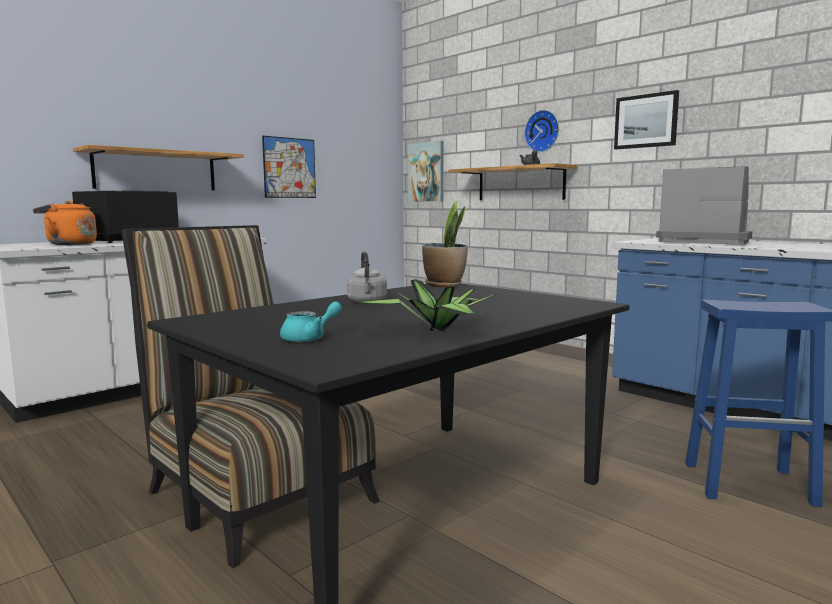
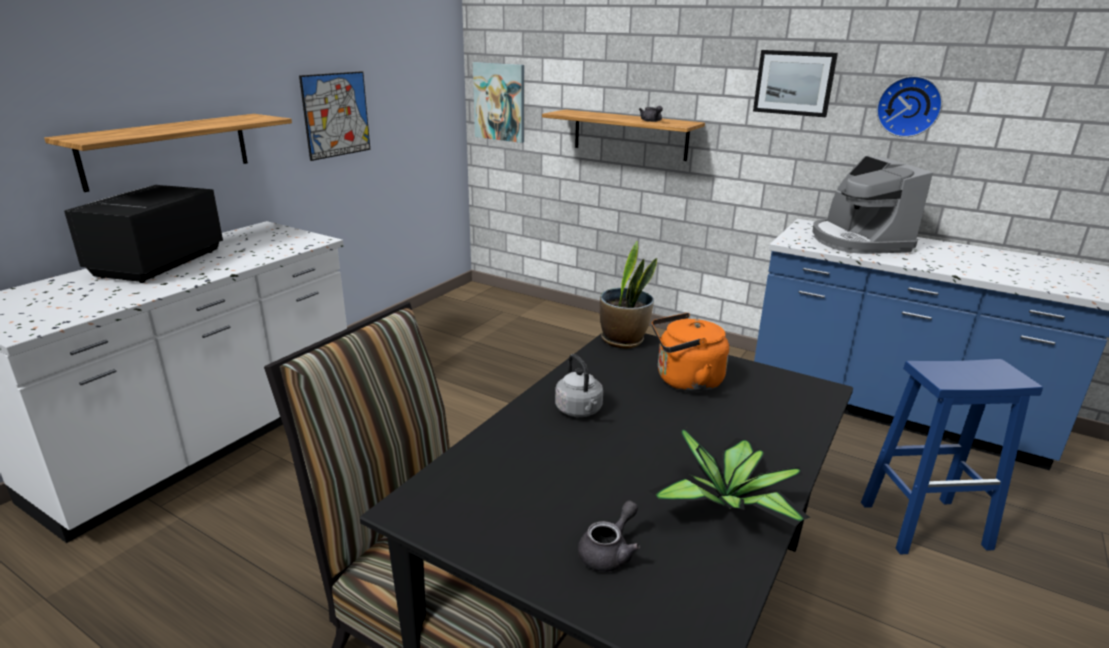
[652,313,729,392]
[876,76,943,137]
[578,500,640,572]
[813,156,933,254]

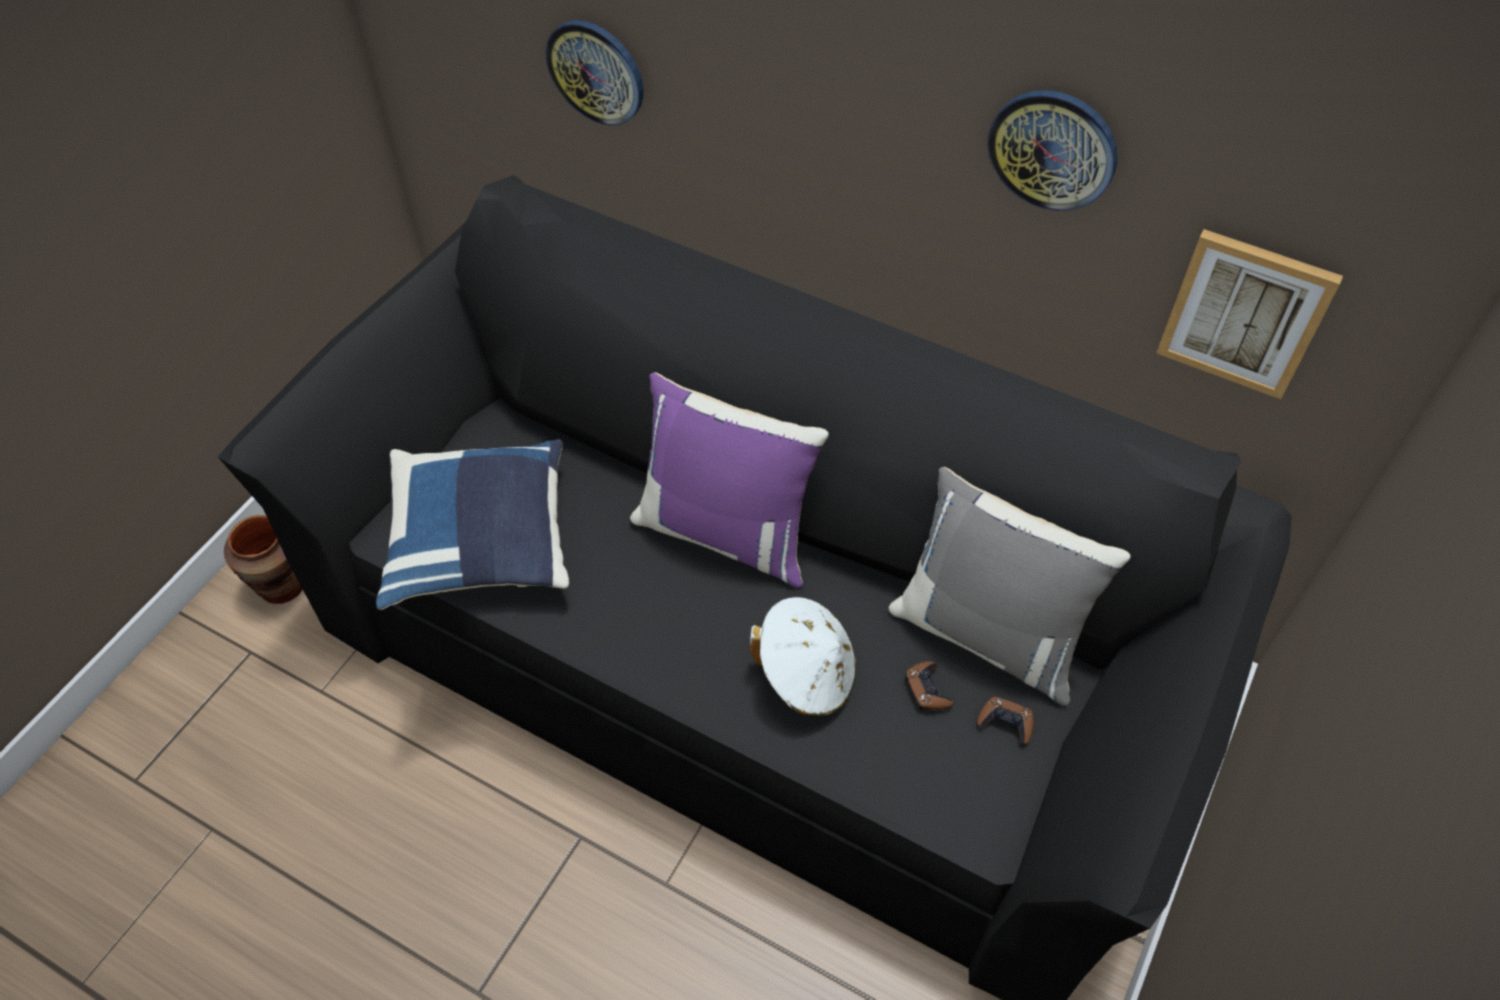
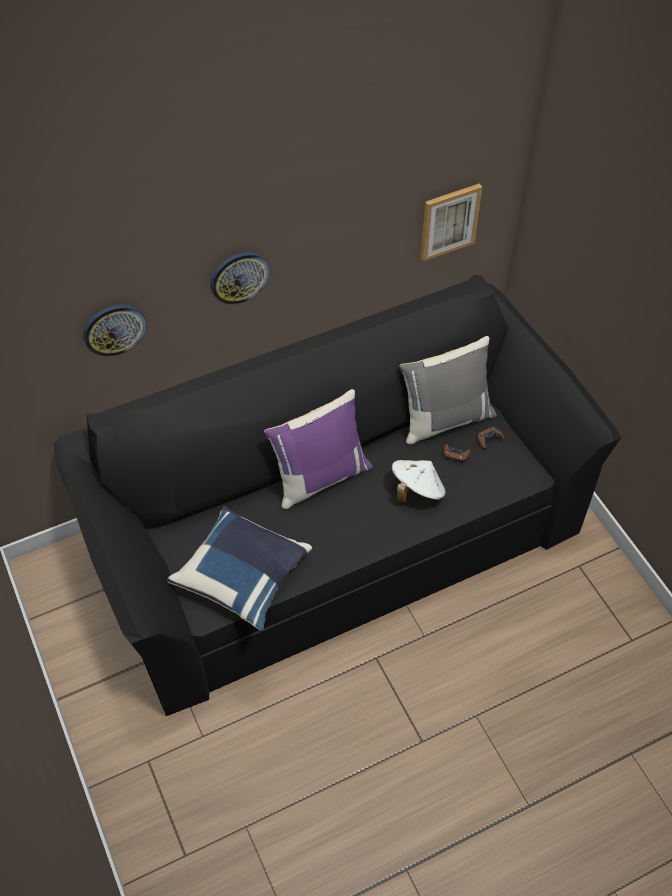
[224,515,303,604] (first image)
[210,252,270,304]

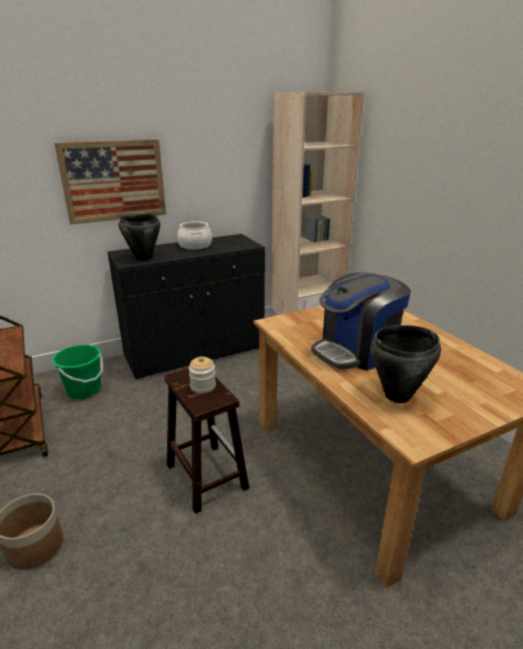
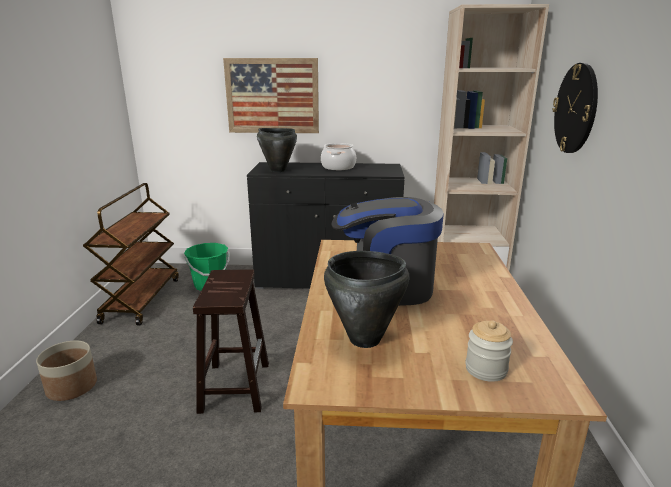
[552,63,598,153]
[465,320,513,382]

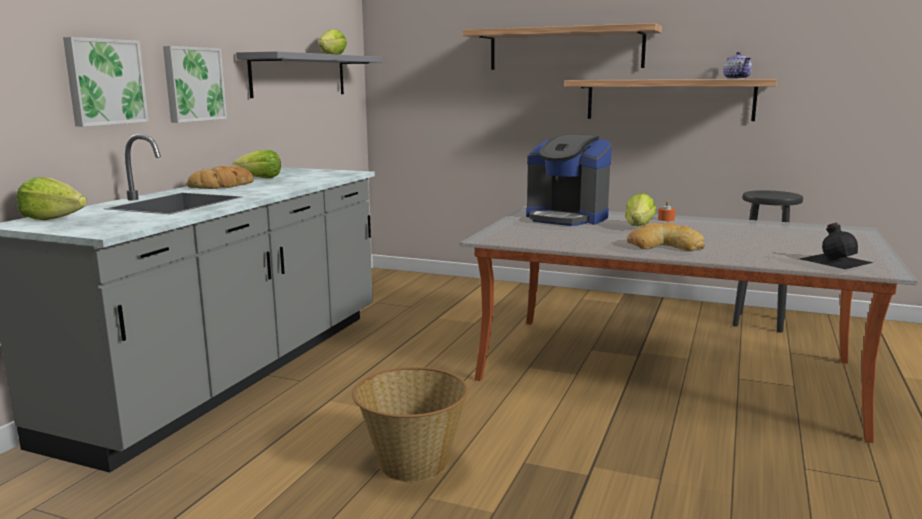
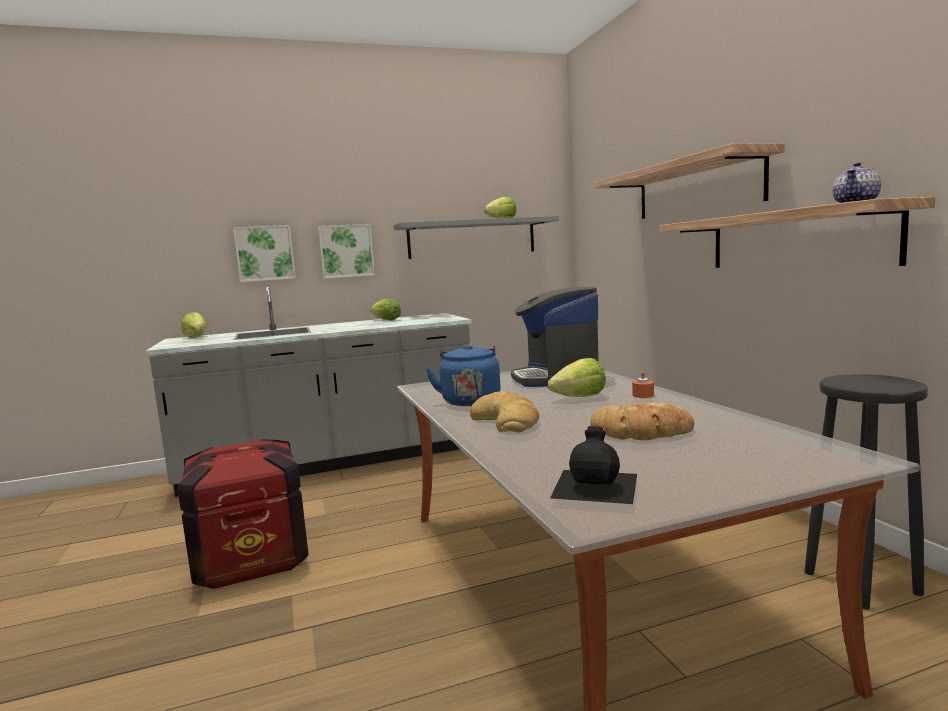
[426,344,501,406]
[591,402,694,440]
[178,439,309,589]

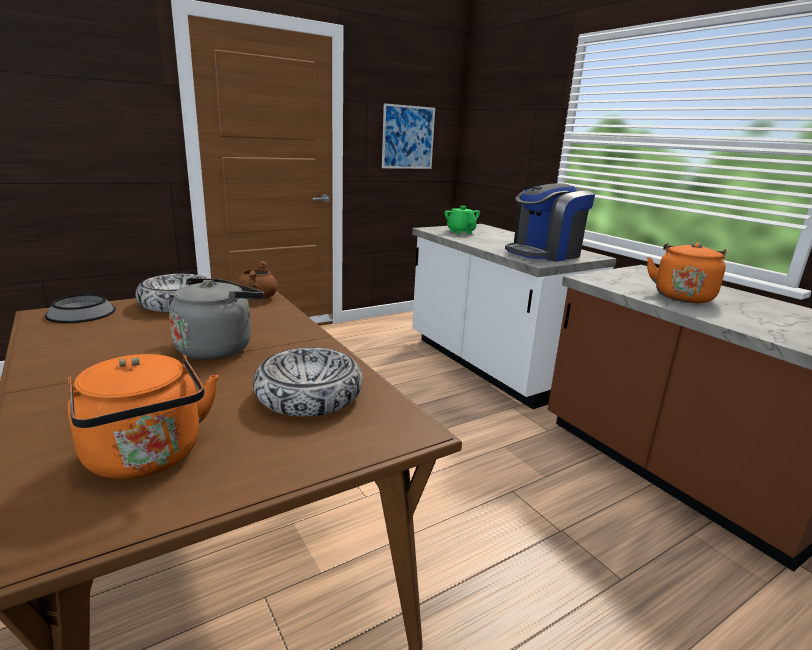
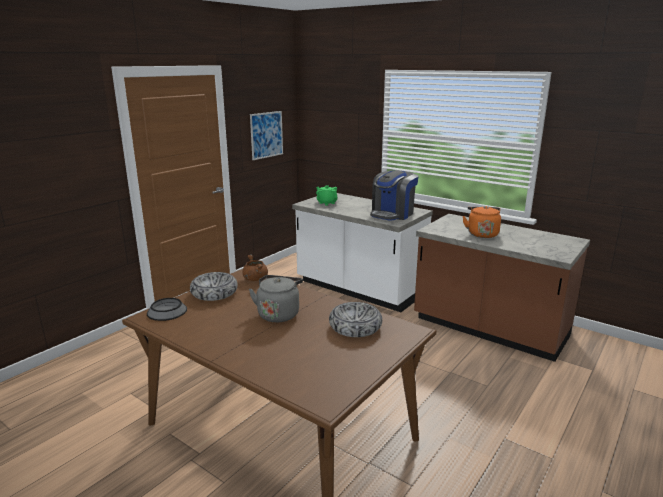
[67,354,218,479] (first image)

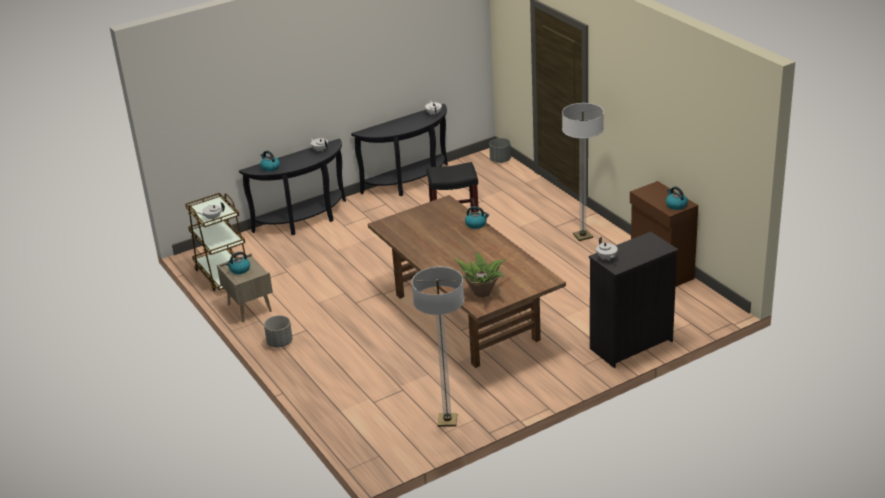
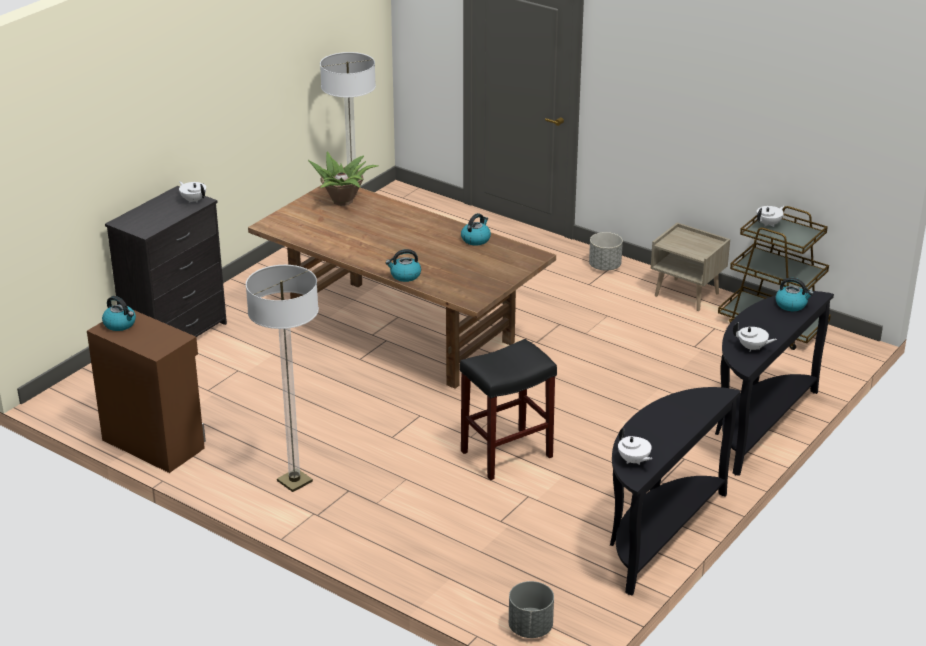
[461,213,491,246]

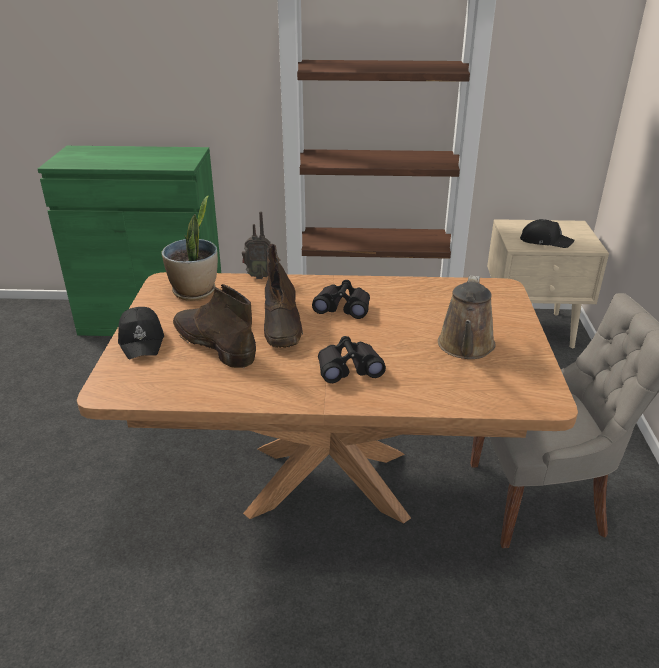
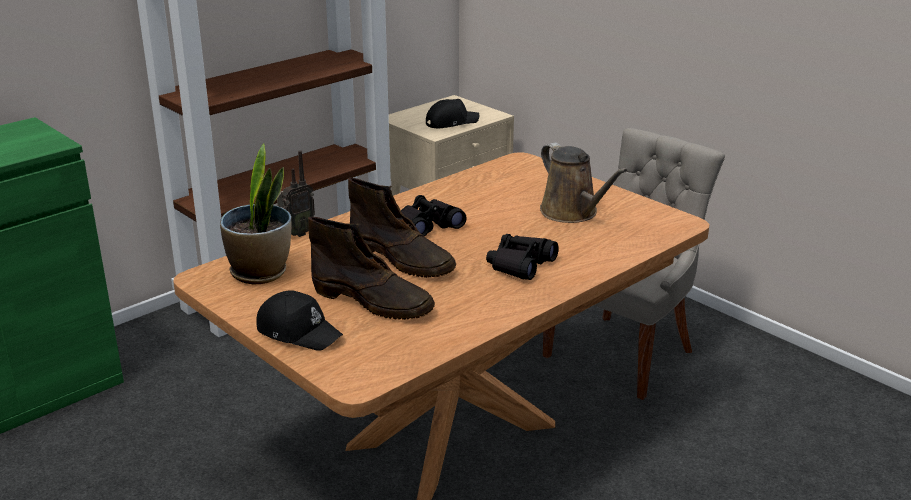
[308,217,435,320]

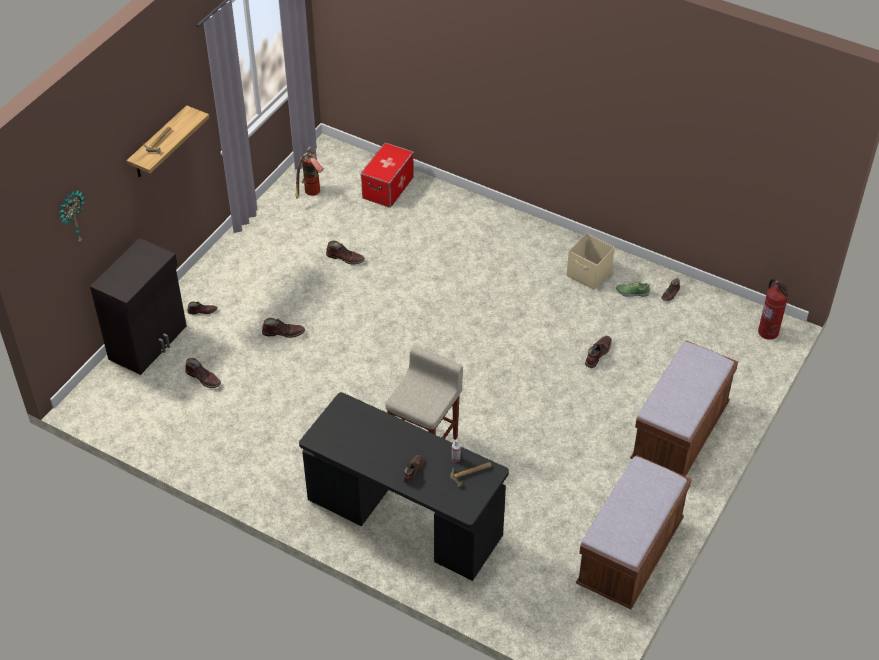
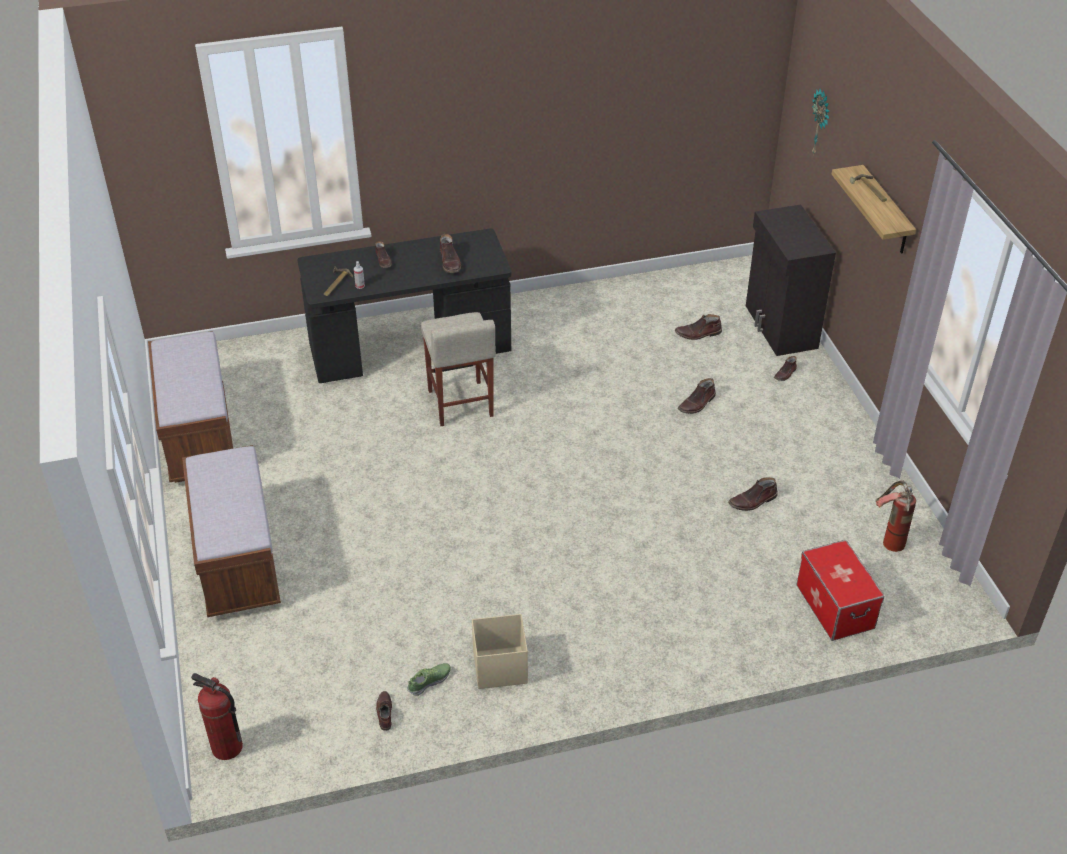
[440,234,461,273]

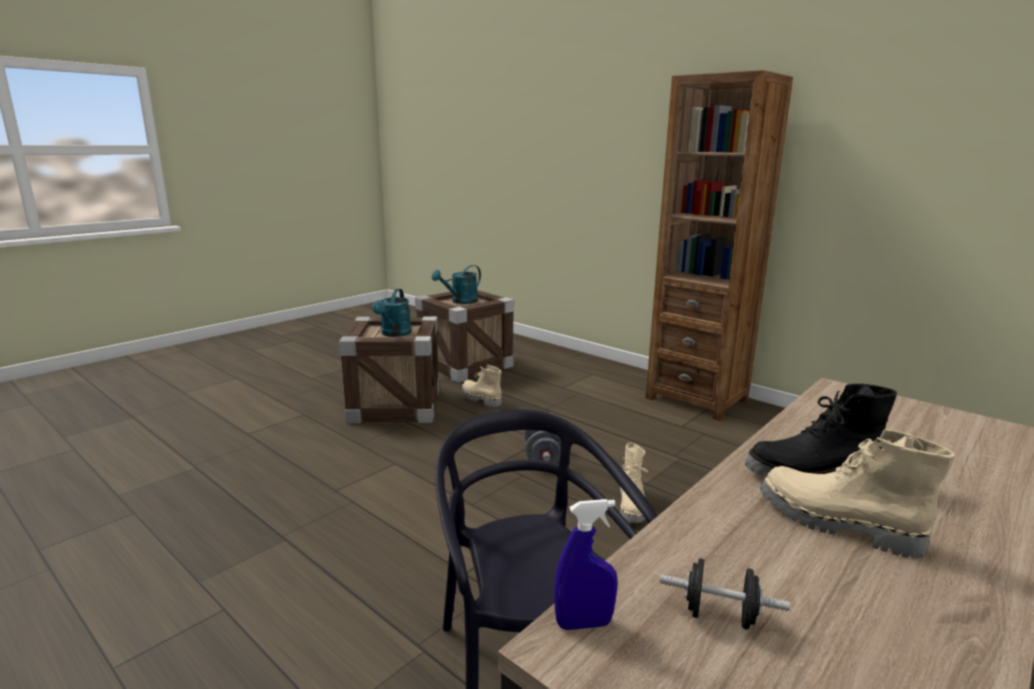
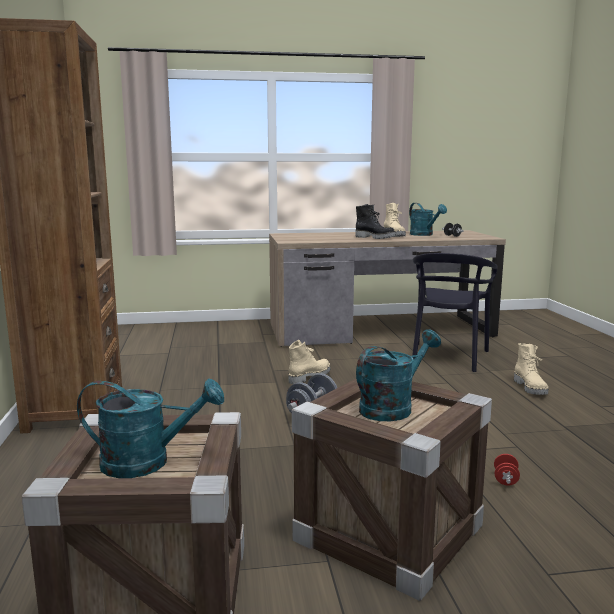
[554,499,617,630] (first image)
[409,203,447,236]
[494,454,520,486]
[514,343,549,395]

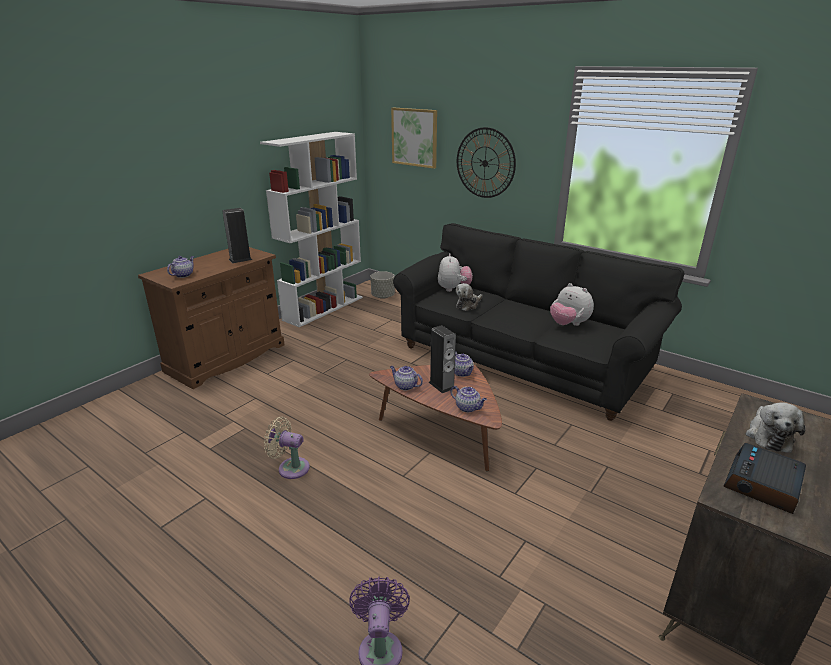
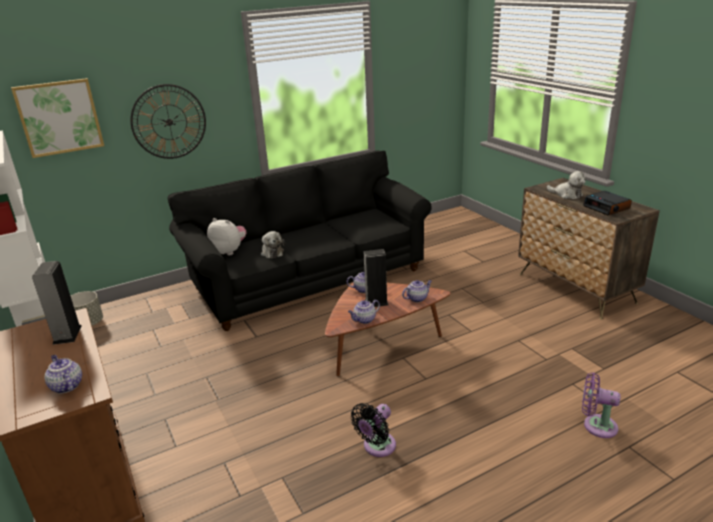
[550,283,594,326] (first image)
[351,403,396,457]

